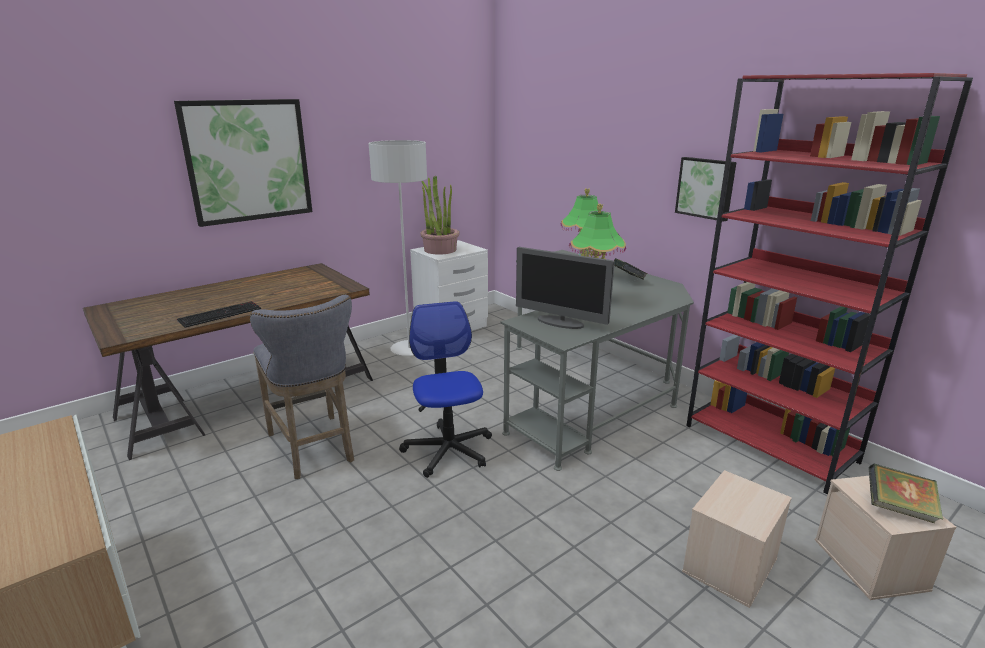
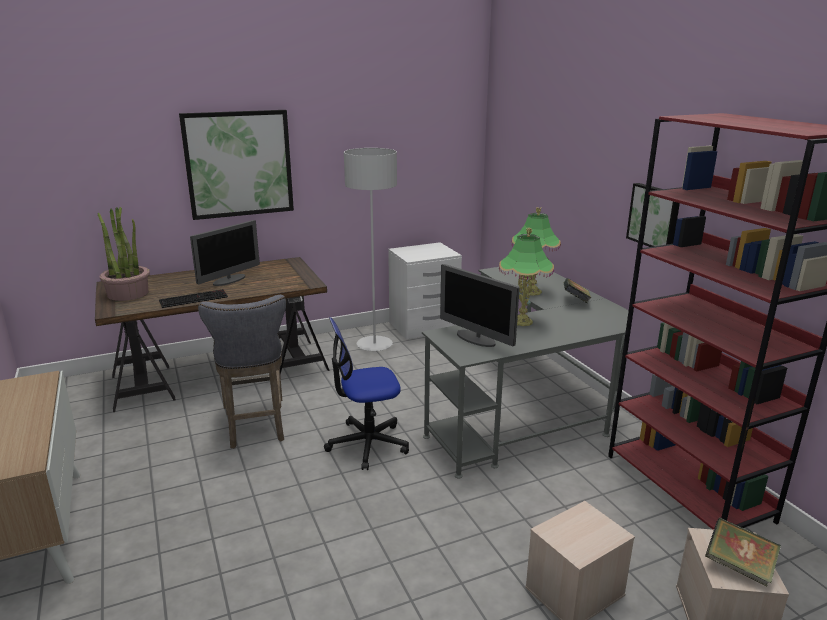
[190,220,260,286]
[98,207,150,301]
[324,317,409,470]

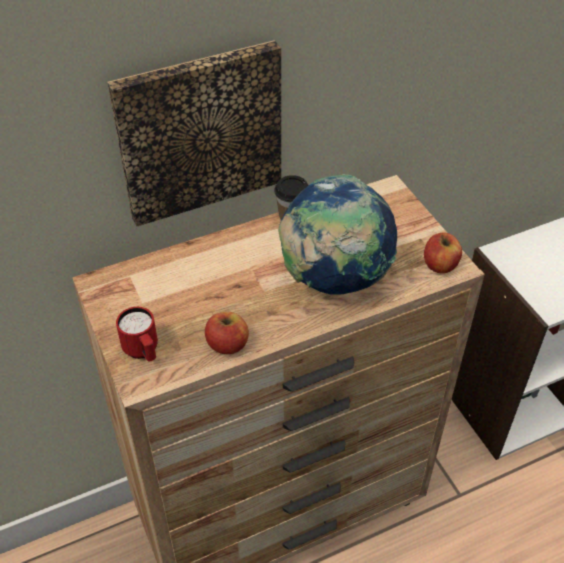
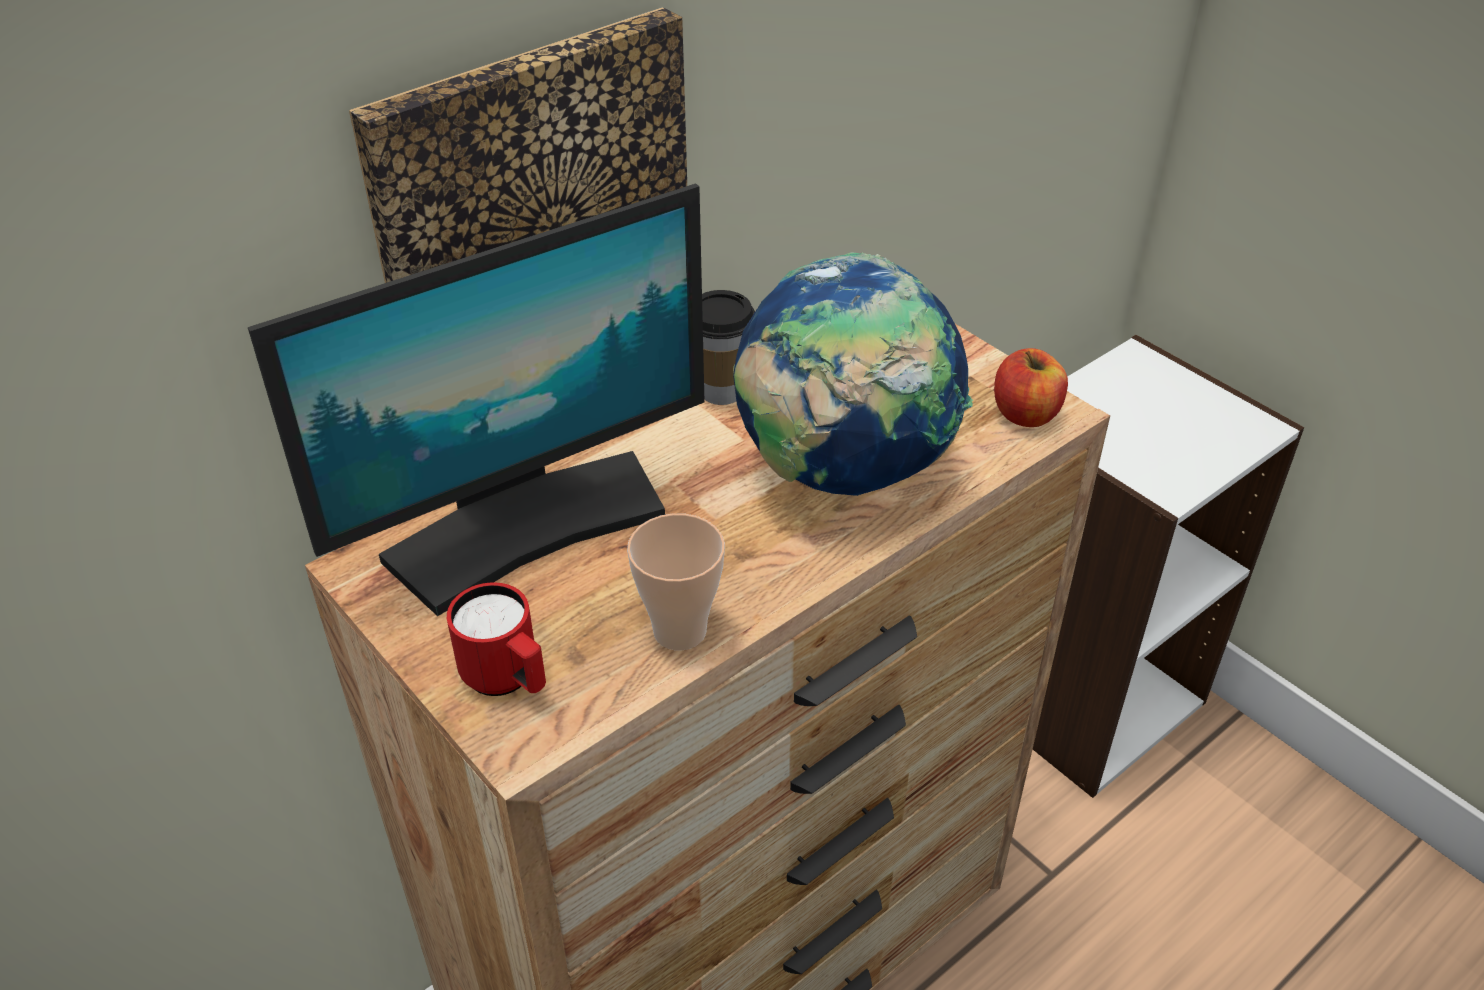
[248,183,705,616]
[627,513,725,651]

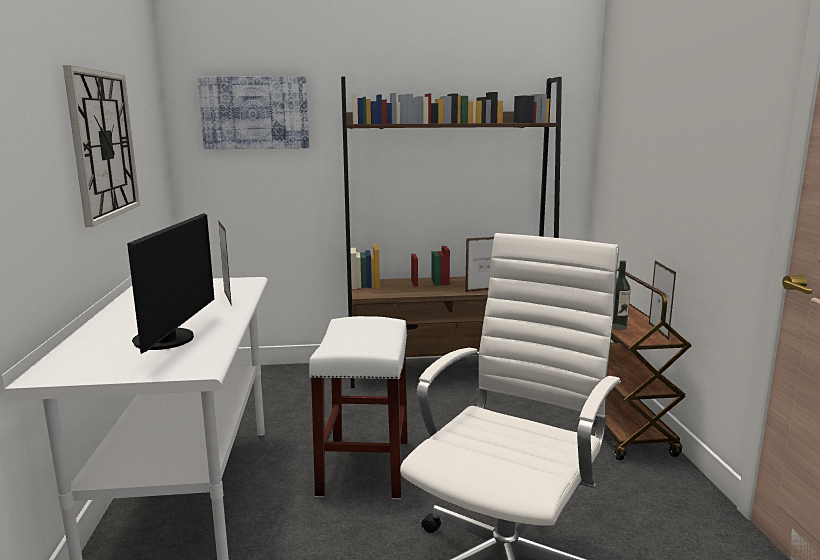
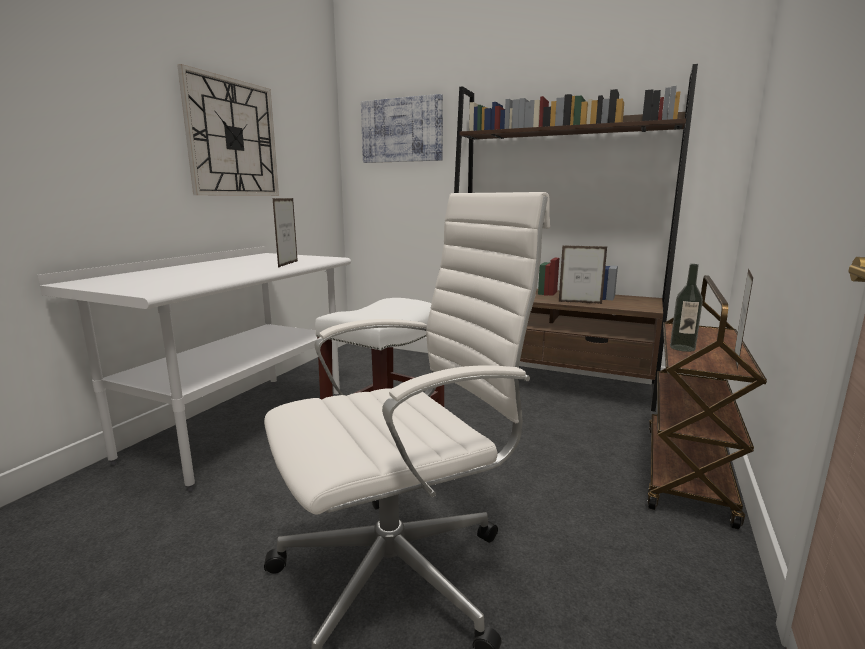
[127,213,214,354] (first image)

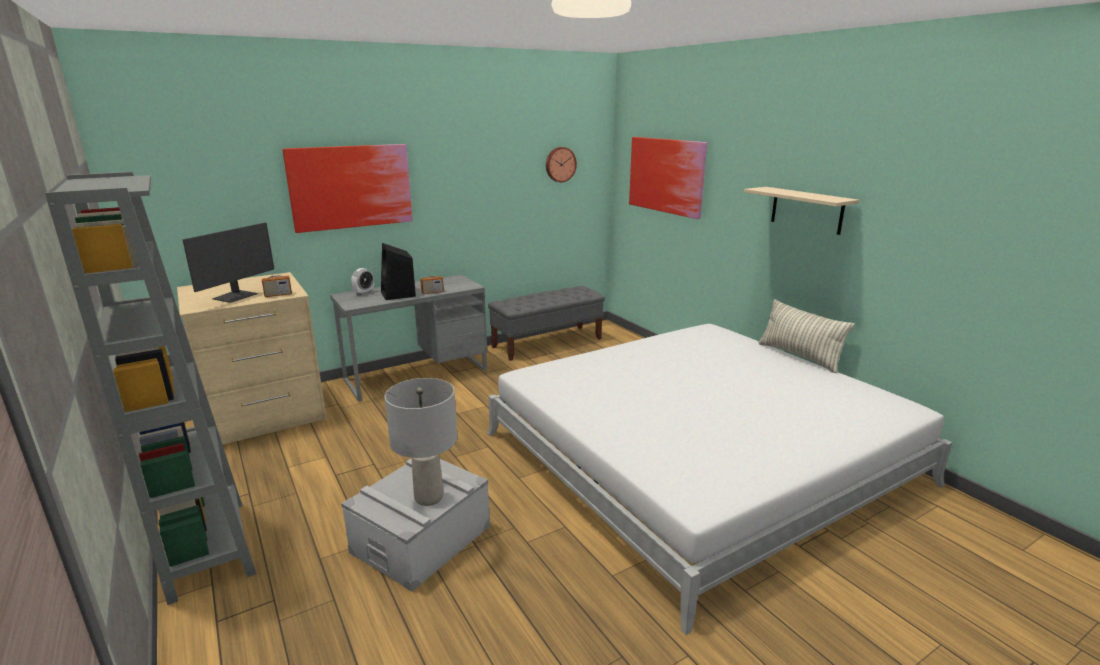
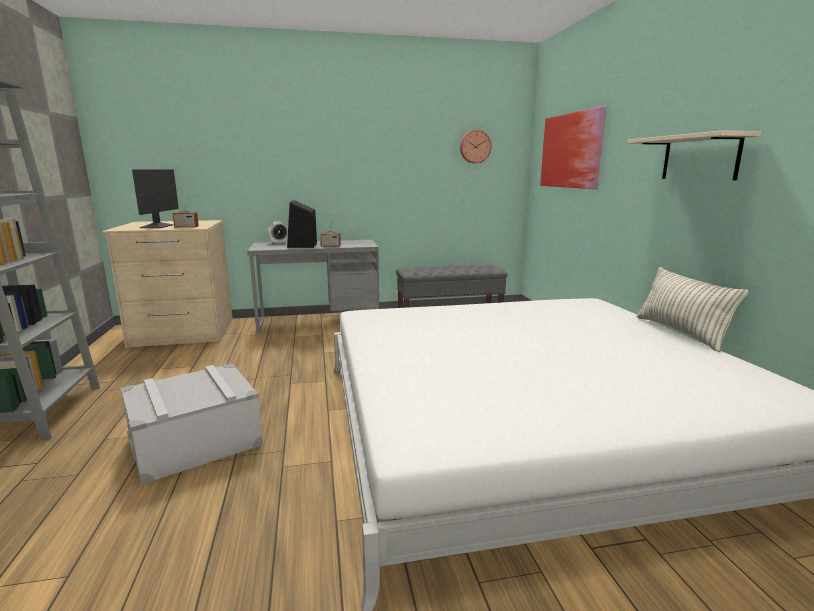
[282,144,413,233] (first image)
[385,378,457,506] (first image)
[132,169,179,228]

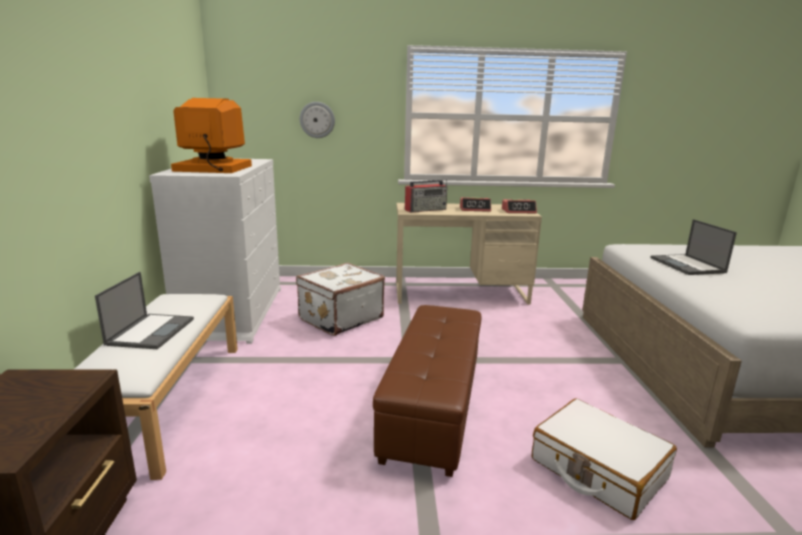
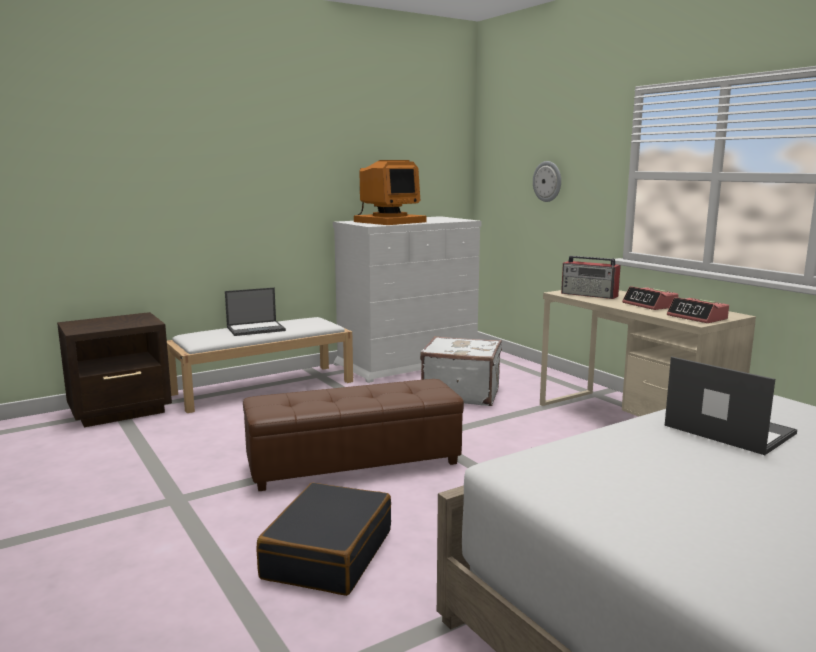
[256,483,391,596]
[354,160,427,225]
[665,356,797,455]

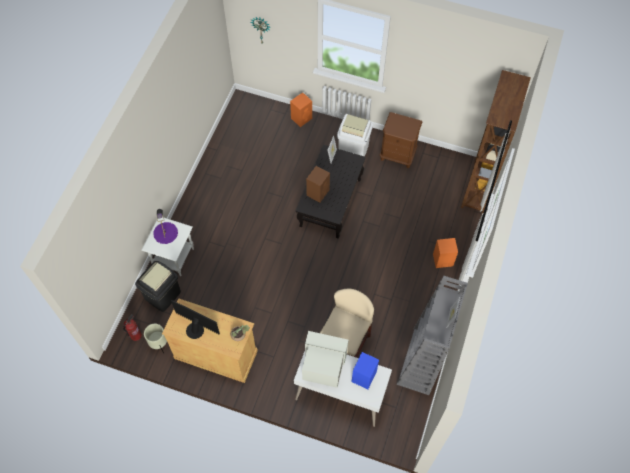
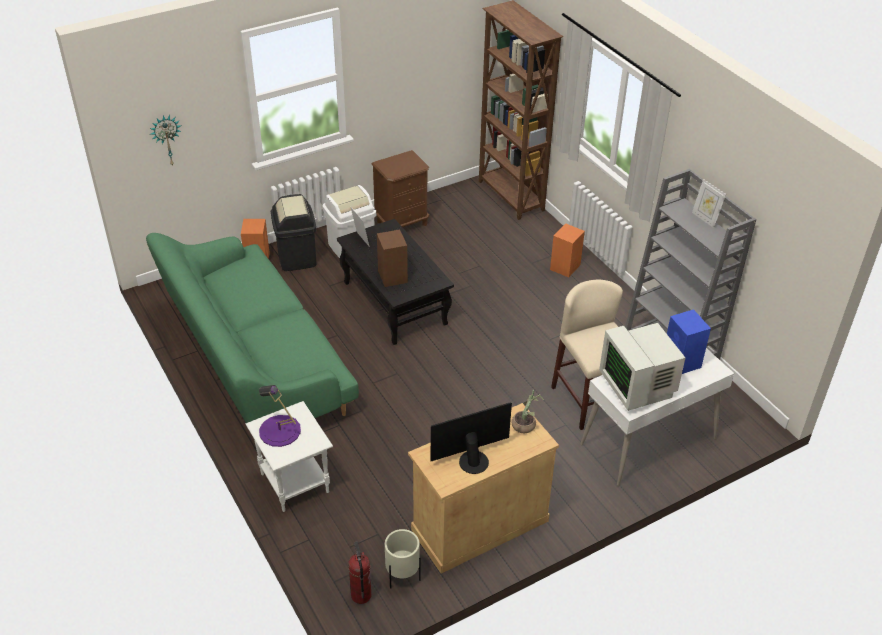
[146,233,359,423]
[271,194,317,271]
[599,323,685,411]

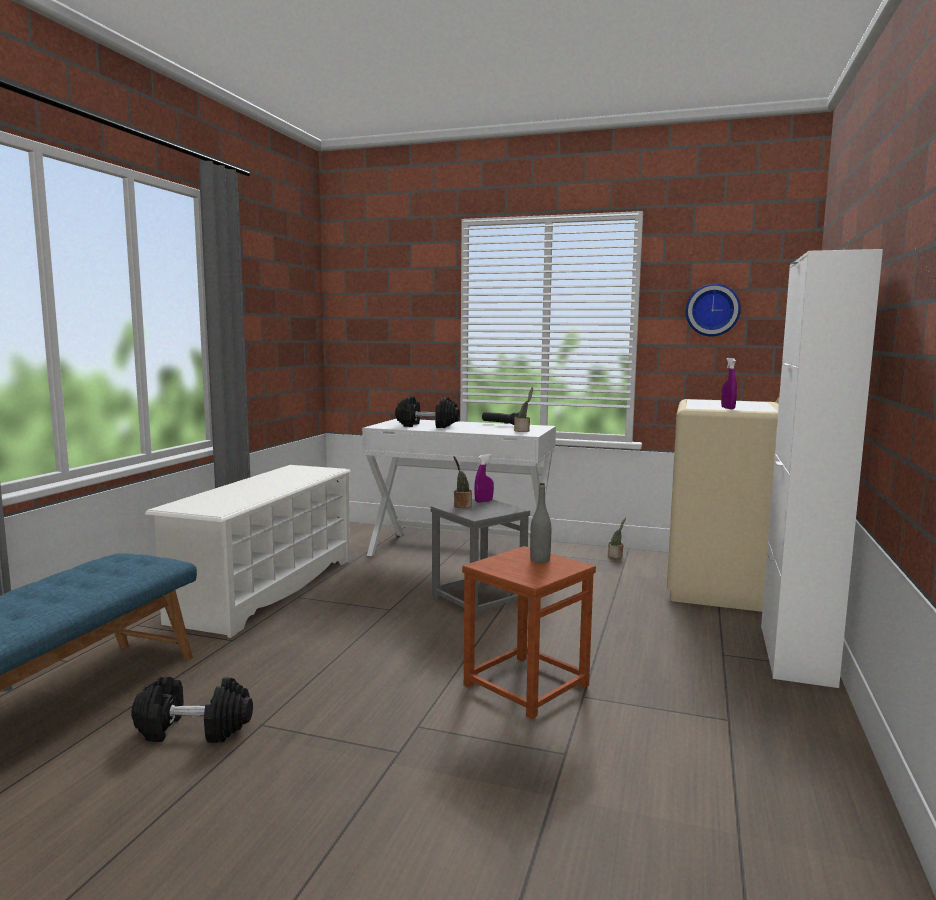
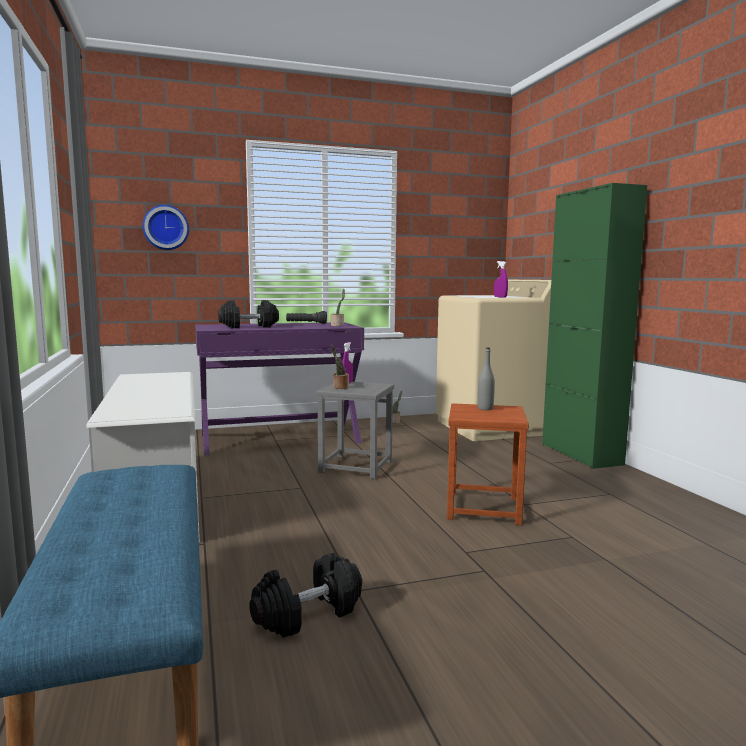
[143,205,189,250]
[195,322,364,456]
[542,183,647,469]

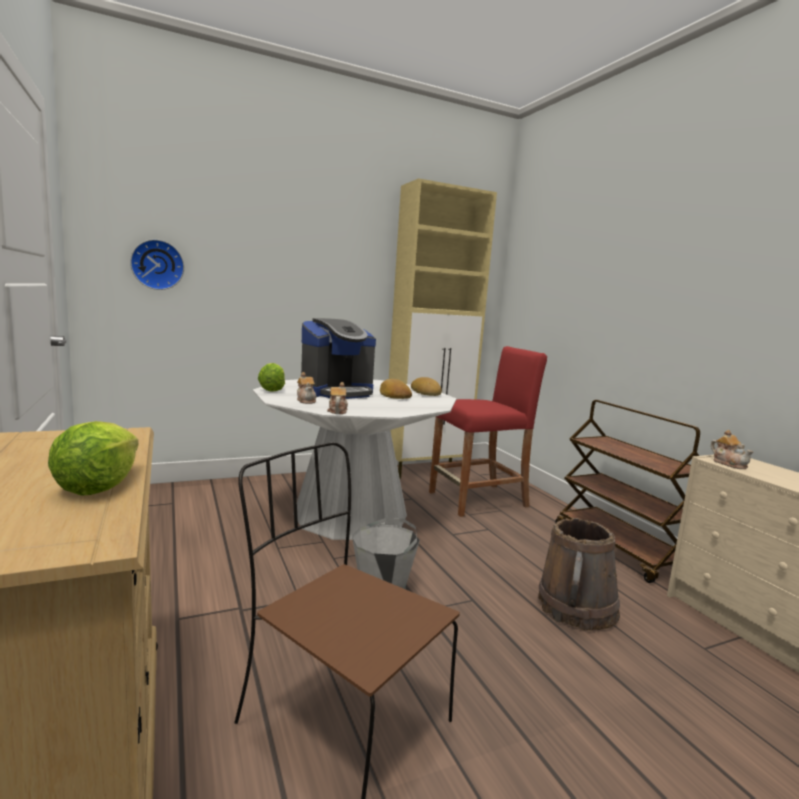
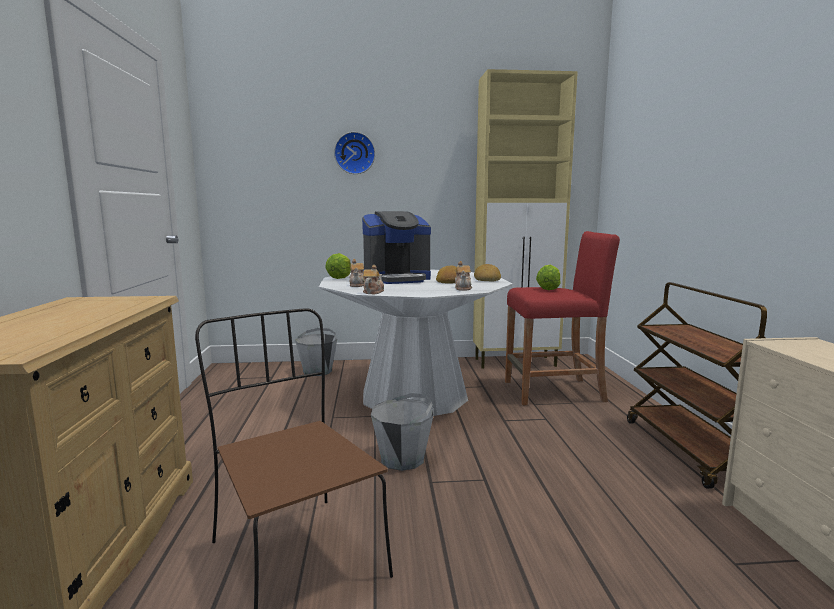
[538,518,620,631] (first image)
[295,328,338,376]
[536,265,561,290]
[334,132,375,174]
[455,261,472,291]

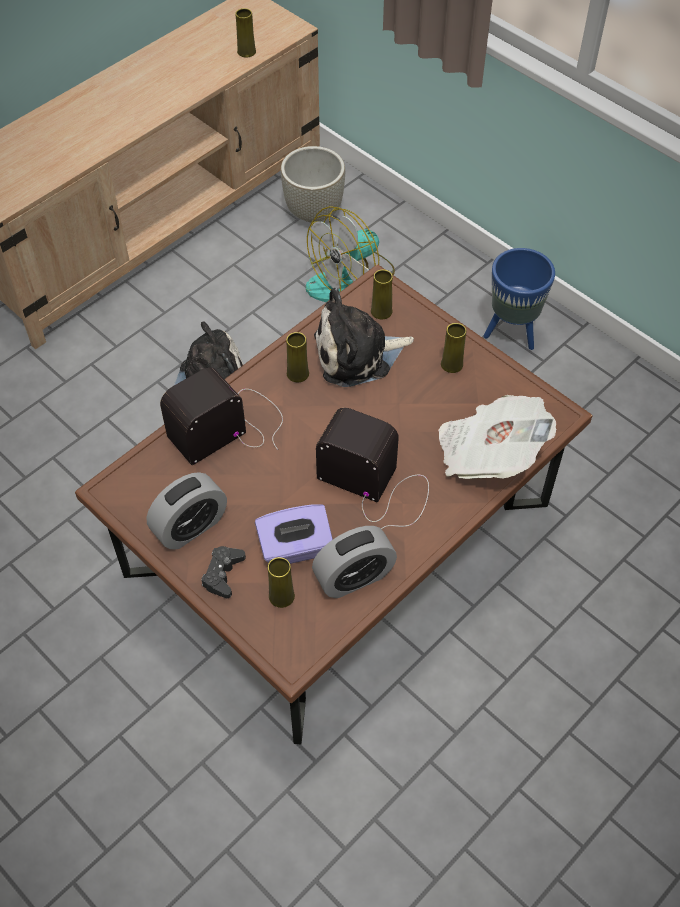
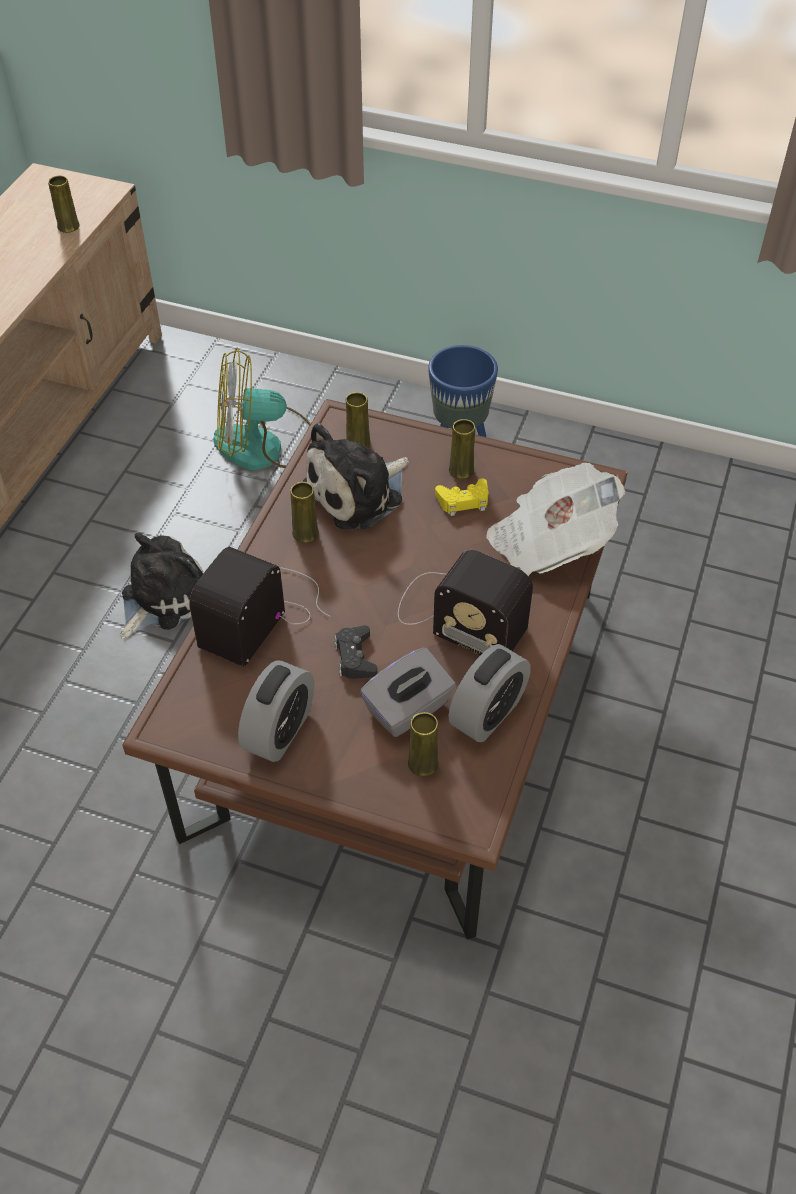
[281,146,345,222] (first image)
[435,479,489,516]
[334,625,377,679]
[360,647,456,737]
[213,348,311,470]
[398,550,533,655]

